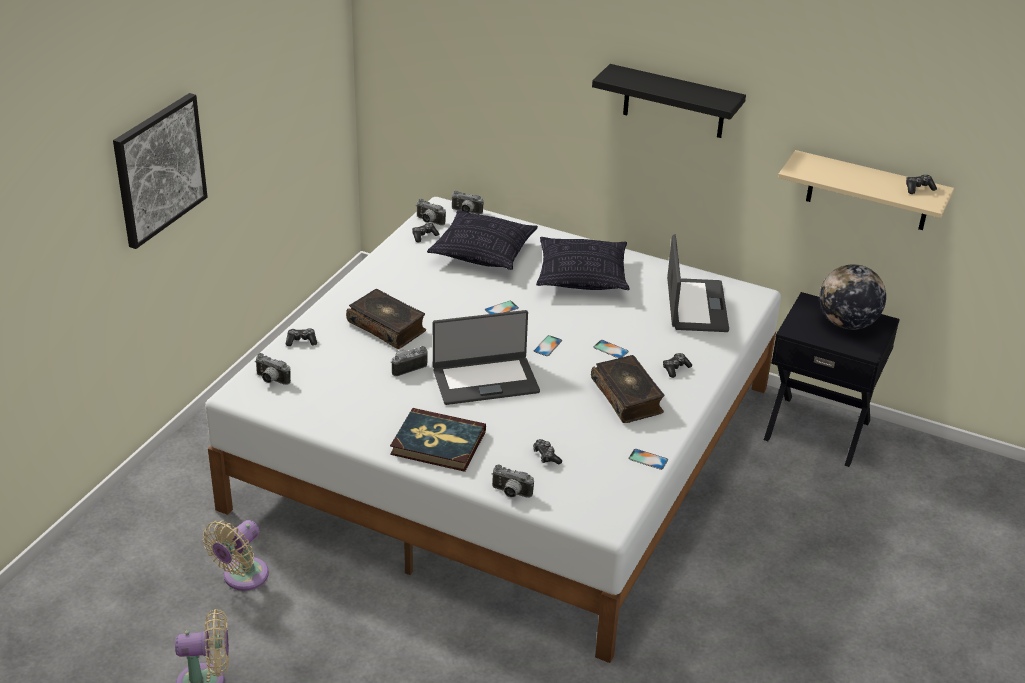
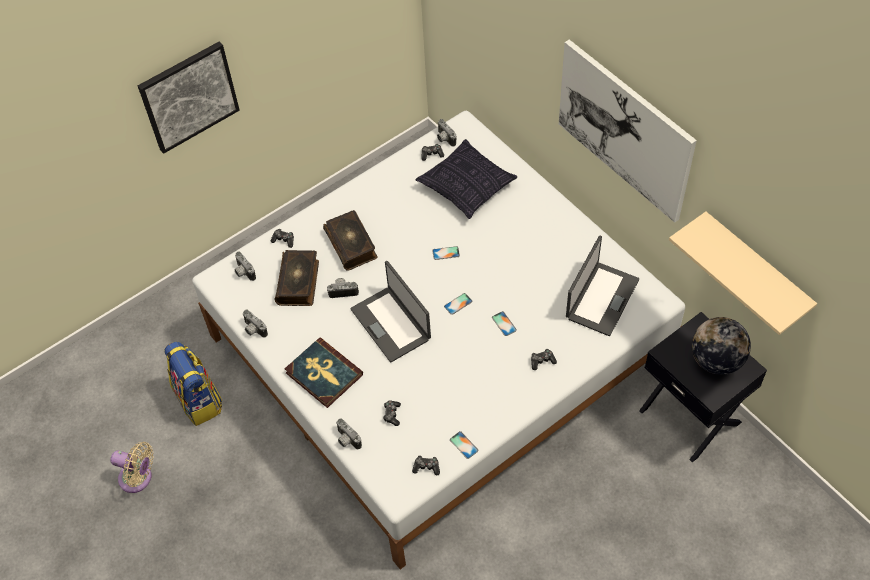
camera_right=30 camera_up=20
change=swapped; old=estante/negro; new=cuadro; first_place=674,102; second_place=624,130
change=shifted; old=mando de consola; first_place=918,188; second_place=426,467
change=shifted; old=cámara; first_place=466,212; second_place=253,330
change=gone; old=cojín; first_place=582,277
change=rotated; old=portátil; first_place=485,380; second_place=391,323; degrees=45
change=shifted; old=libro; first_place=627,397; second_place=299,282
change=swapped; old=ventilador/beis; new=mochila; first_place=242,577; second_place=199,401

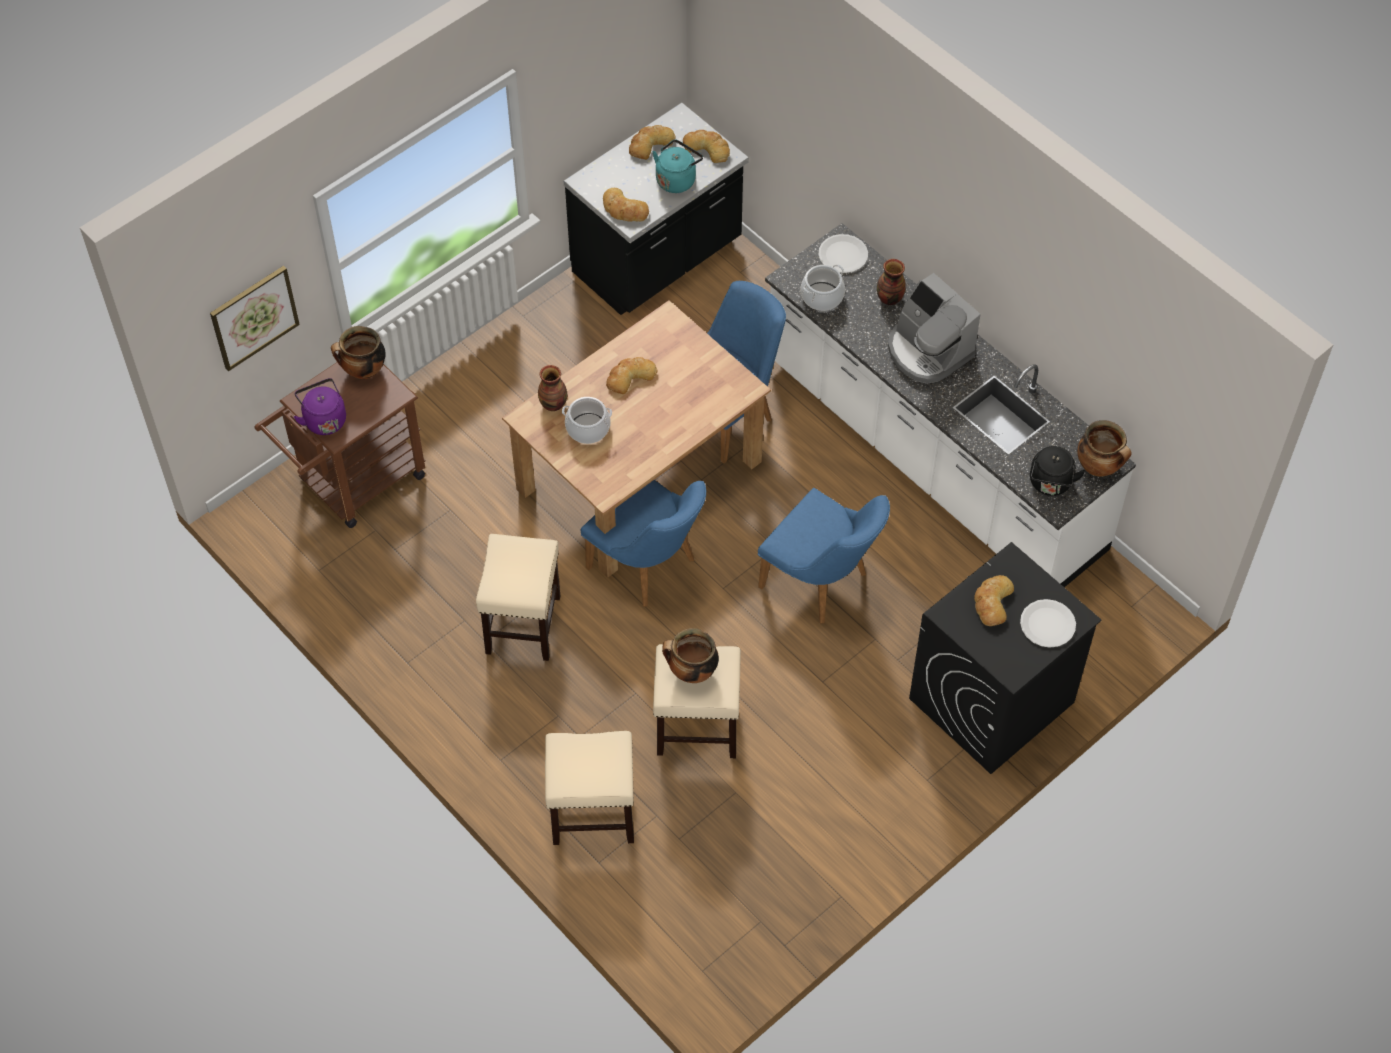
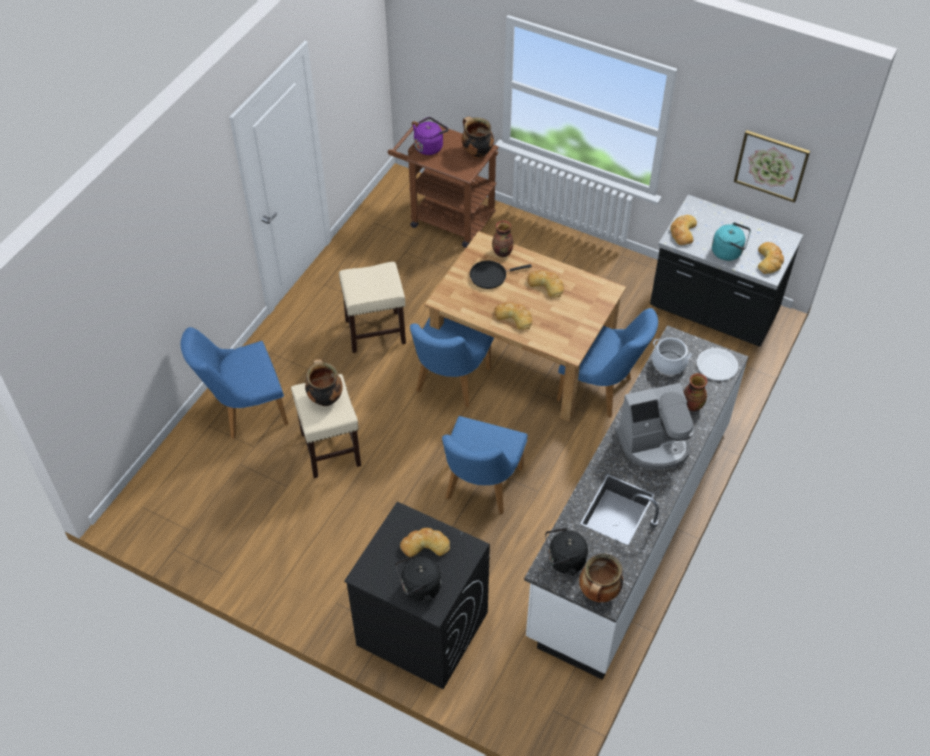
camera_right=70 camera_up=-5
change=shifted; old=pan; first_place=650,144; second_place=514,317
change=shifted; old=cuadro; first_place=254,317; second_place=771,165
change=rotated; old=cafetera; first_place=928,351; second_place=654,443; degrees=-135
change=swapped; old=olla; new=sartén/negro; first_place=588,428; second_place=491,276
change=swapped; old=plato/blanco; new=hervidor/negro; first_place=1047,624; second_place=419,588
change=swapped; old=taburete/beis; new=silla/azul; first_place=592,814; second_place=244,411

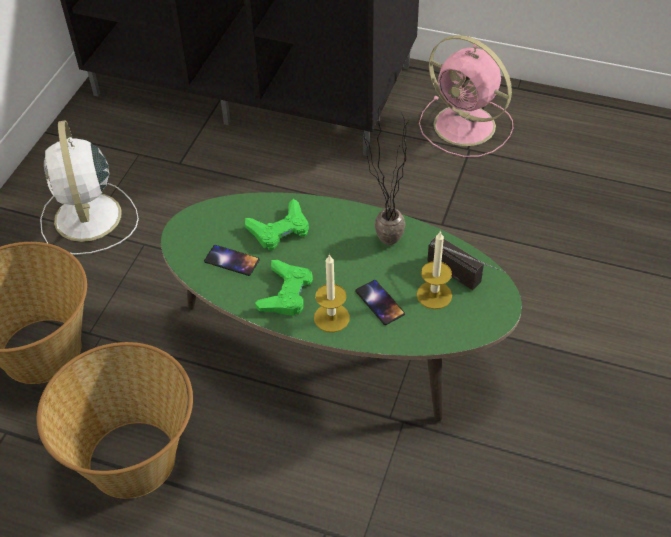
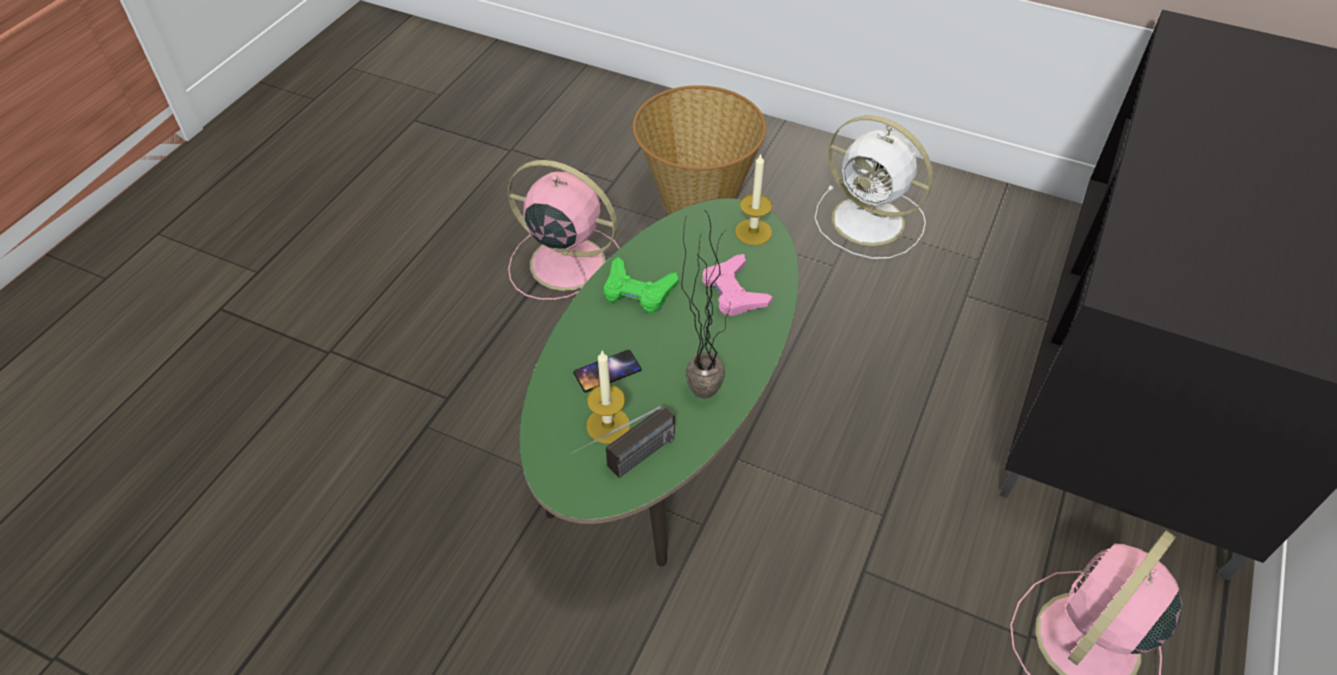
camera_right=95 camera_up=0
change=rotated; old=ventilador/blanco; first_place=88,219; second_place=871,222; degrees=-135
change=repainted; old=mando de consola/verde; new=mando de consola/rosa; first_place=280,230; second_place=734,291
change=gone; old=móvil; first_place=232,260
change=shifted; old=vela; first_place=331,318; second_place=753,232
change=swapped; old=cesta; new=ventilador/rosa; first_place=134,459; second_place=564,262

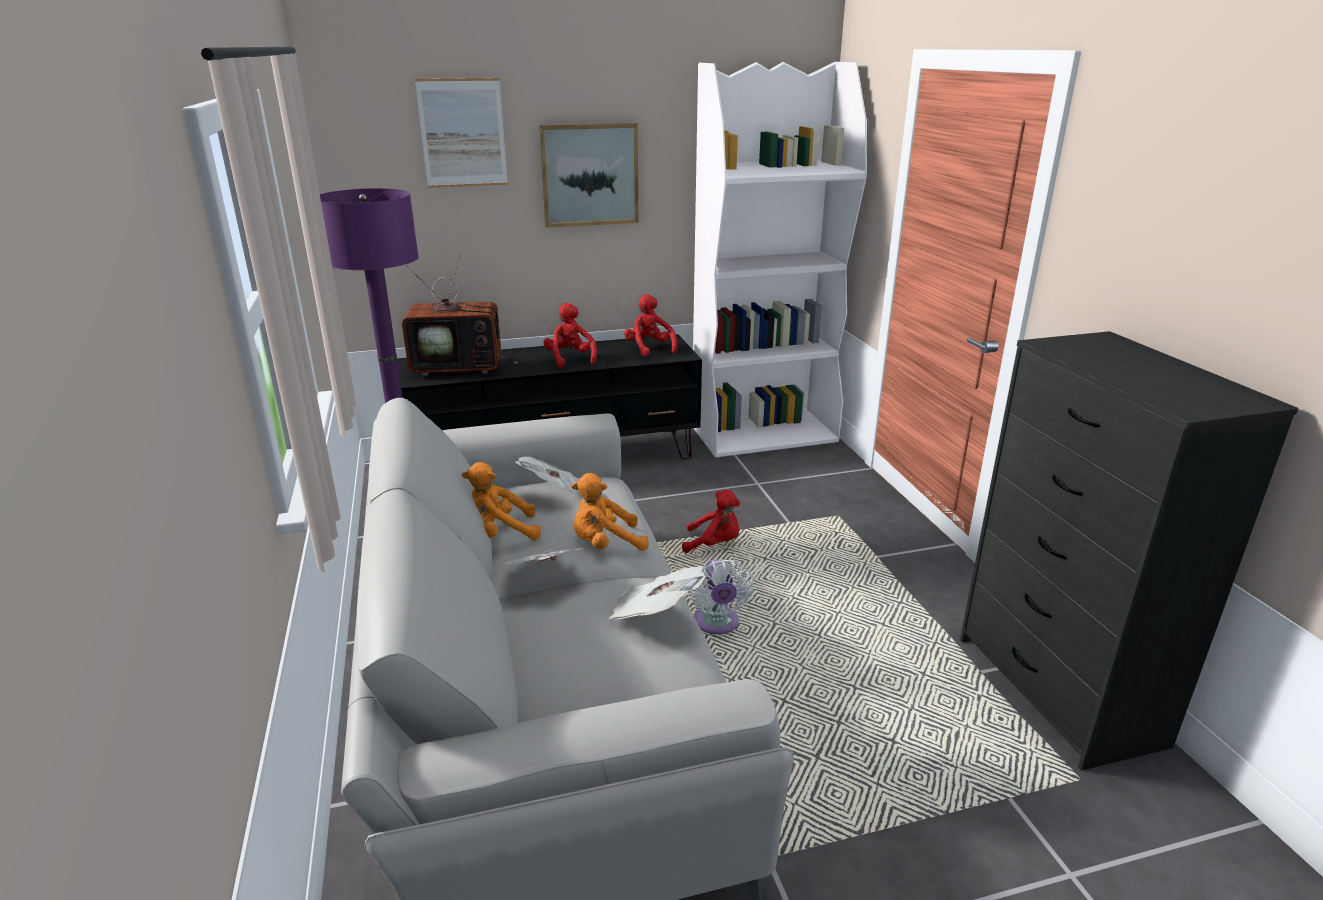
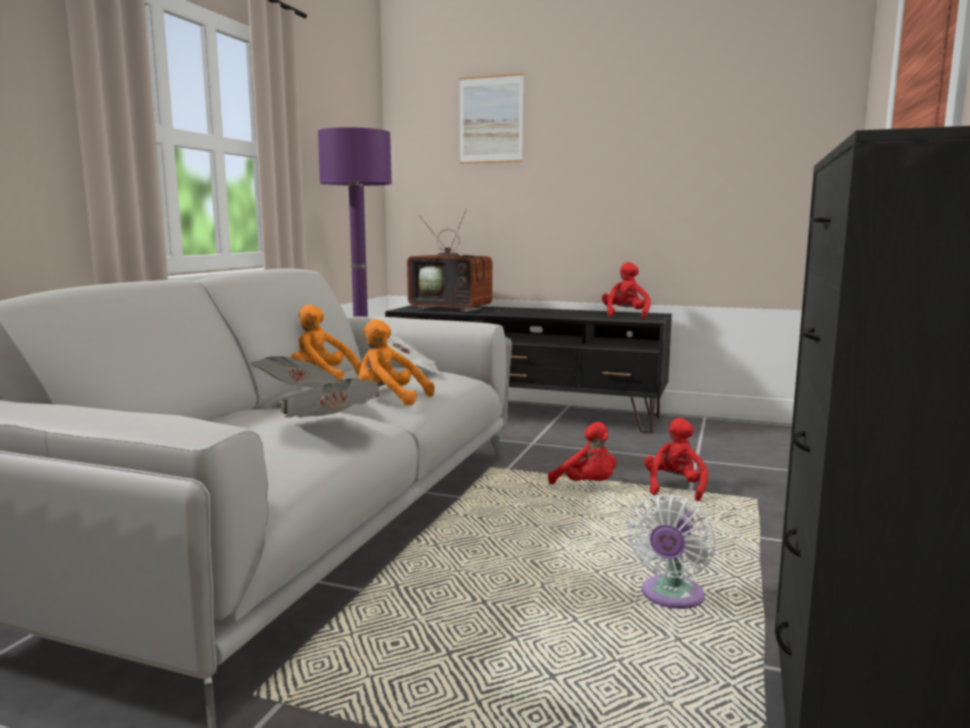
camera_right=35 camera_up=-15
change=gone; old=estantería/blanco; first_place=764,433
change=gone; old=cuadro; first_place=590,175
change=shifted; old=peluche/rojo; first_place=570,359; second_place=674,488
change=shifted; old=ventilador/blanco; first_place=717,624; second_place=670,597

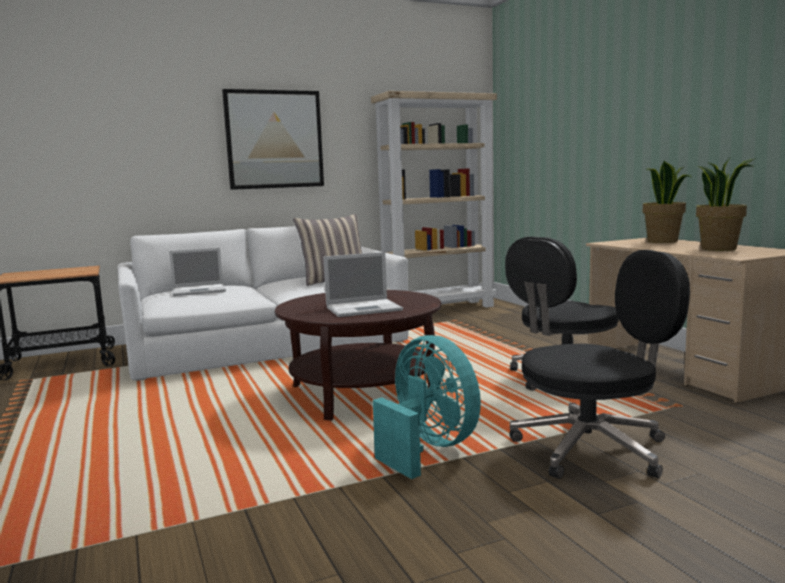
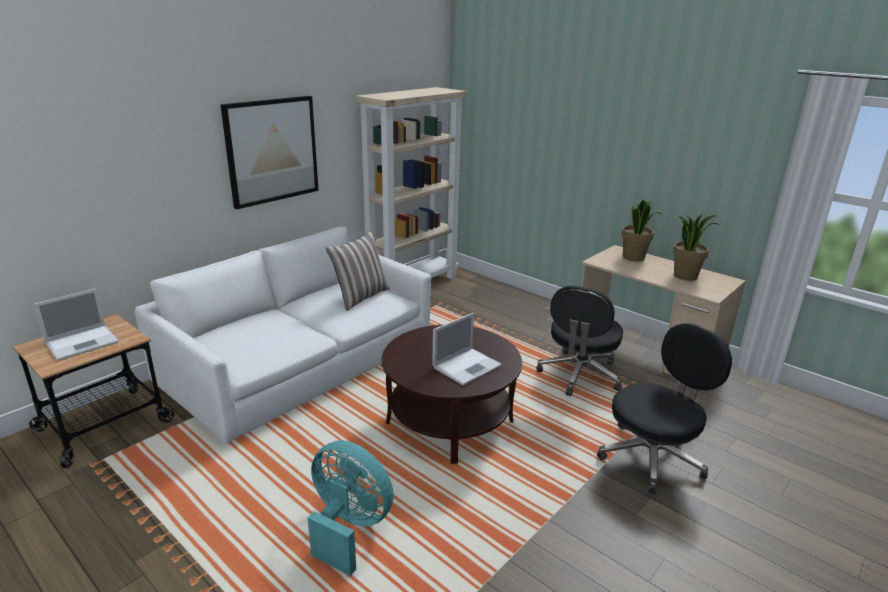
camera_right=-25 camera_up=15
change=shifted; old=portátil; first_place=200,290; second_place=83,342
change=shifted; old=ventilador/turquesa; first_place=428,448; second_place=348,528

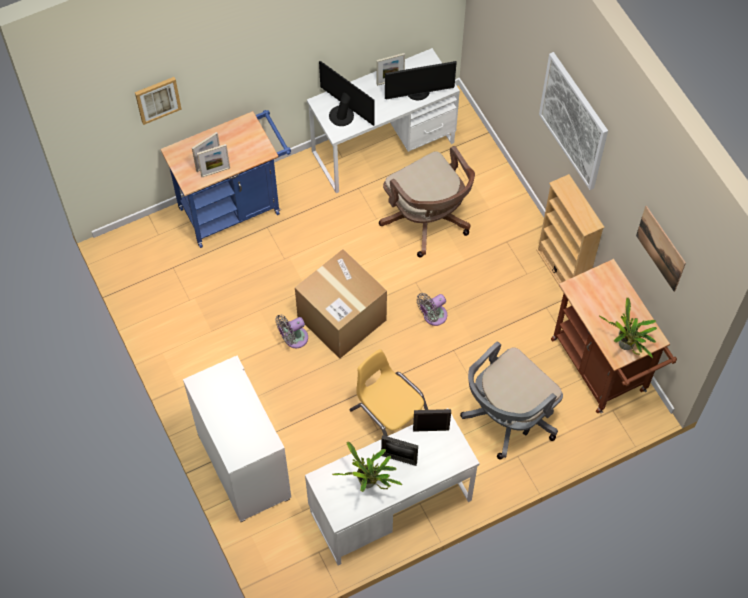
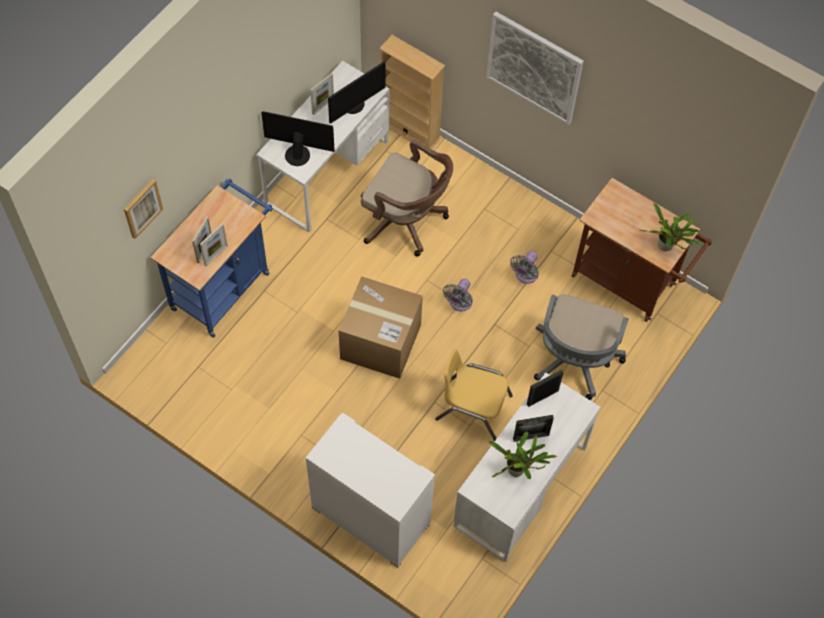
camera_right=-30 camera_up=0
change=shifted; old=estantería/beis; first_place=561,270; second_place=410,130
change=gone; old=cuadro; first_place=660,248
change=shifted; old=ventilador/gris; first_place=293,338; second_place=525,275

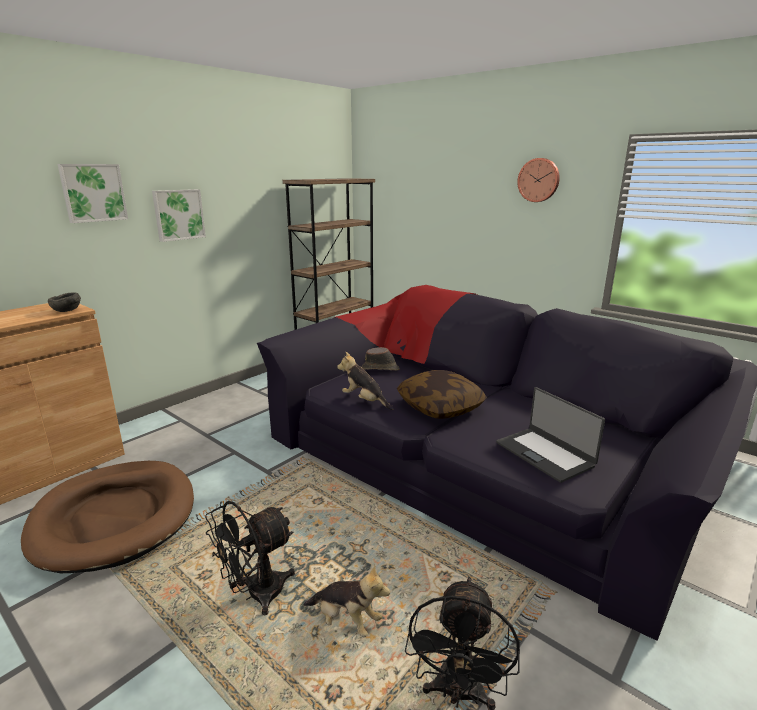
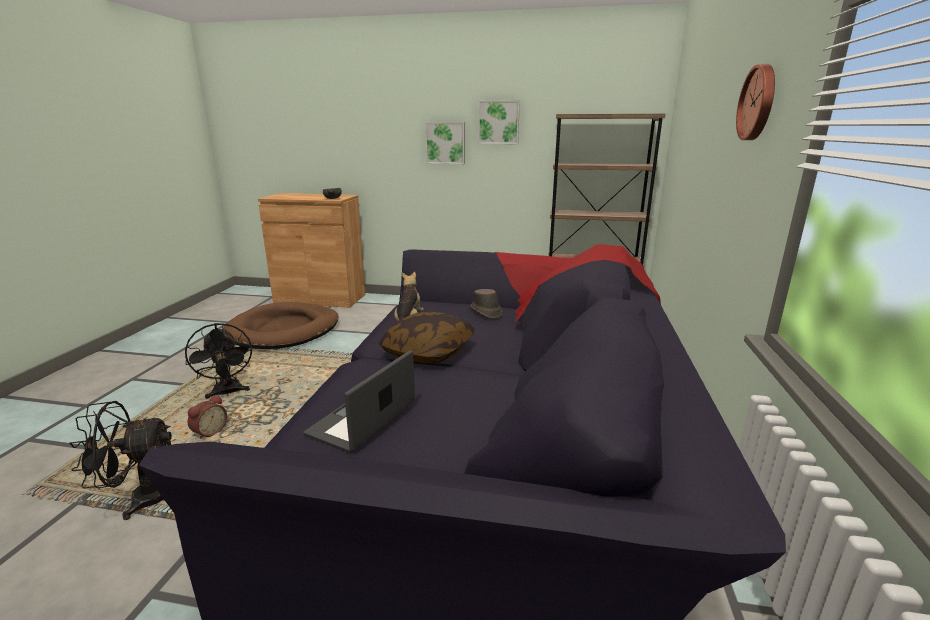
camera_right=60 camera_up=0
change=shifted; old=cuadro; first_place=93,192; second_place=498,122
change=rotated; old=ventilador/negro; first_place=256,595; second_place=228,393; degrees=-135
change=swapped; old=peluche; new=despertador; first_place=346,620; second_place=209,432

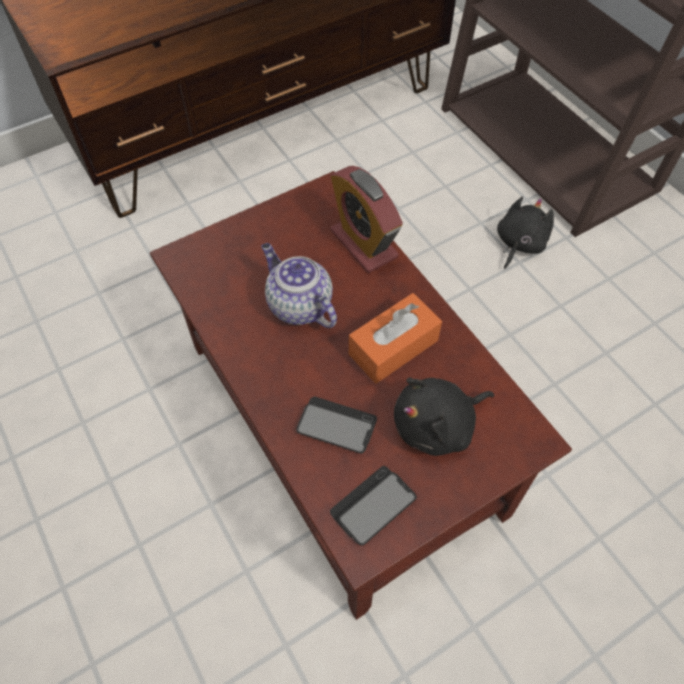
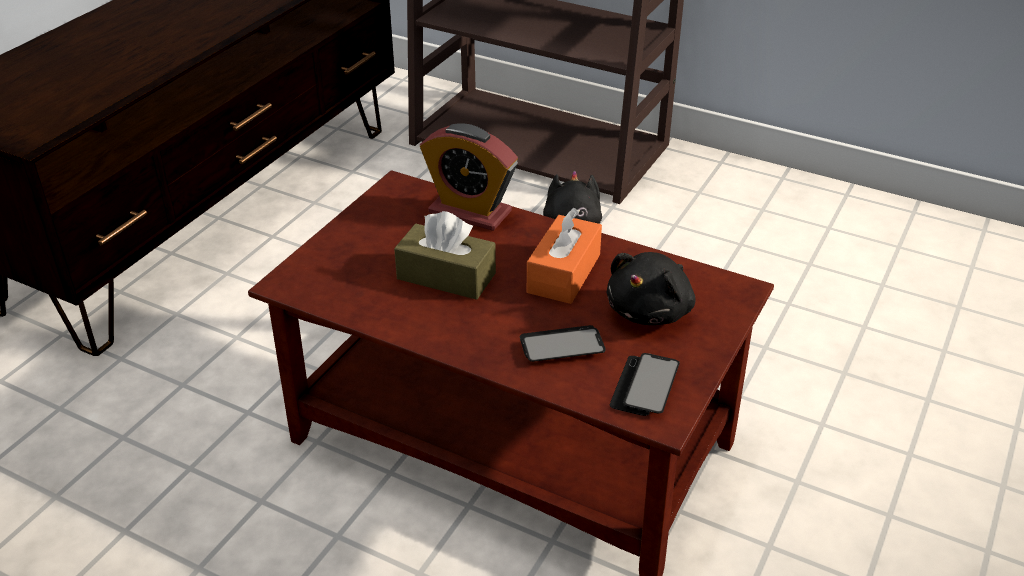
camera_right=-30 camera_up=-20
change=swapped; old=tetera; new=caja de pañuelos/marrón; first_place=298,305; second_place=446,276

